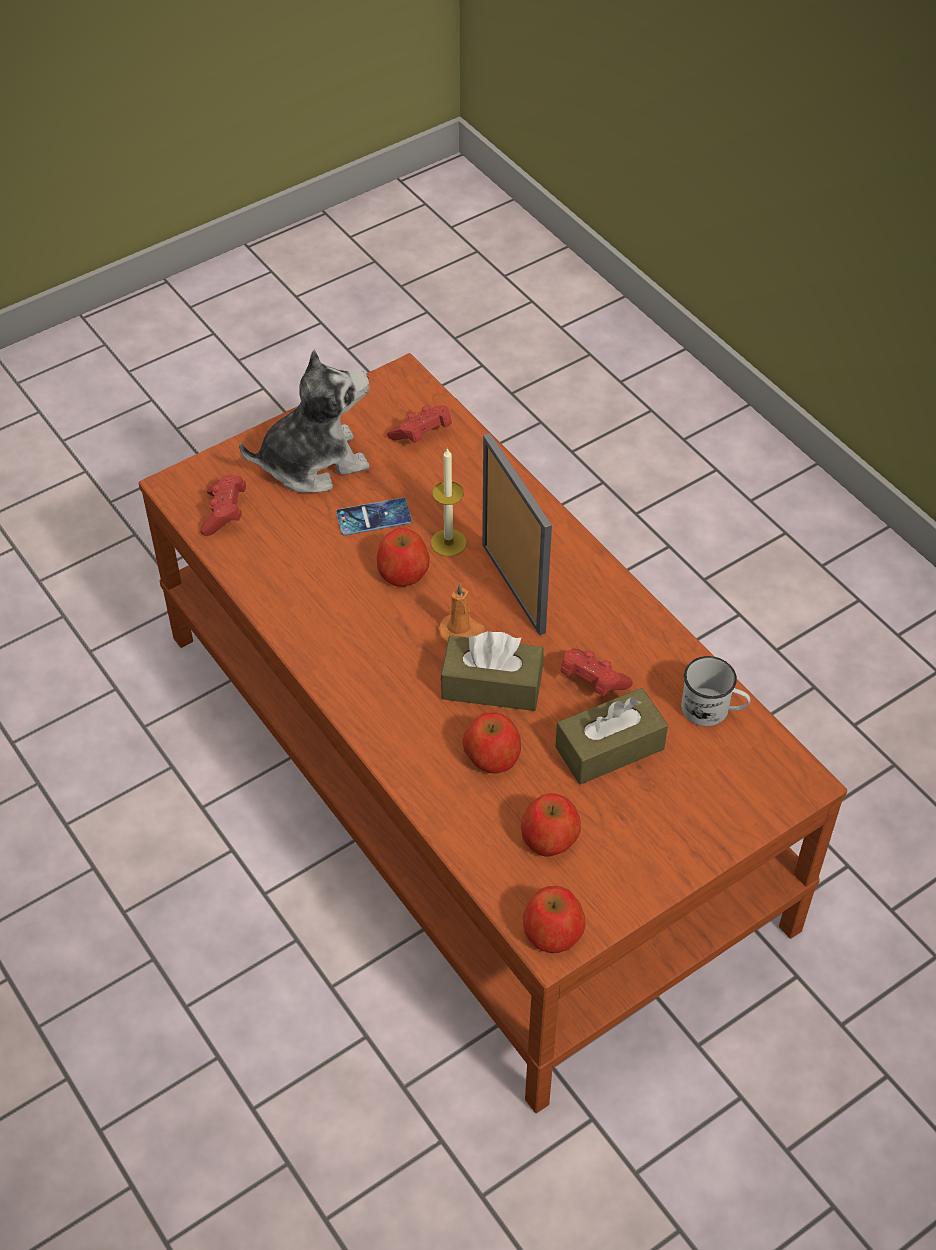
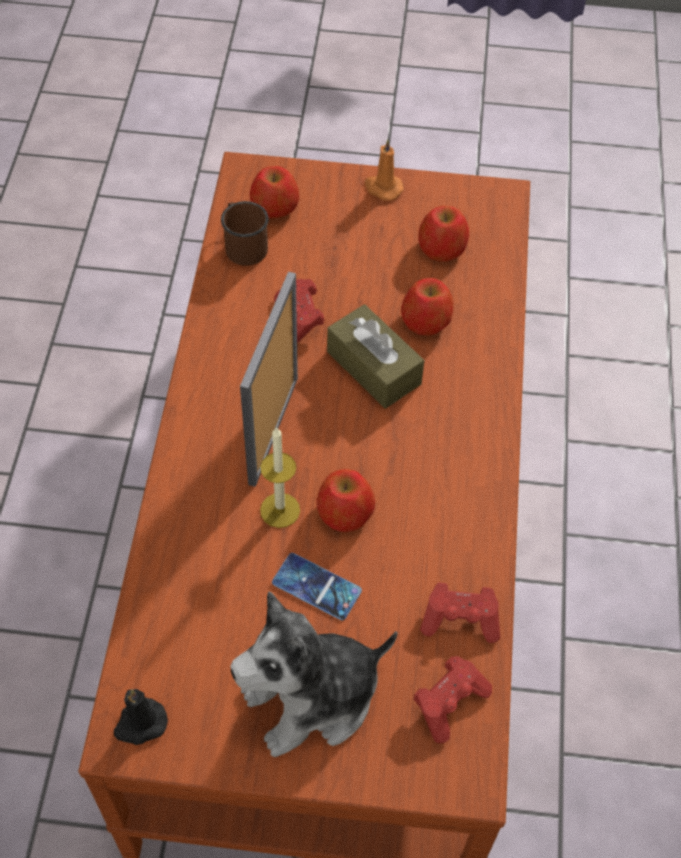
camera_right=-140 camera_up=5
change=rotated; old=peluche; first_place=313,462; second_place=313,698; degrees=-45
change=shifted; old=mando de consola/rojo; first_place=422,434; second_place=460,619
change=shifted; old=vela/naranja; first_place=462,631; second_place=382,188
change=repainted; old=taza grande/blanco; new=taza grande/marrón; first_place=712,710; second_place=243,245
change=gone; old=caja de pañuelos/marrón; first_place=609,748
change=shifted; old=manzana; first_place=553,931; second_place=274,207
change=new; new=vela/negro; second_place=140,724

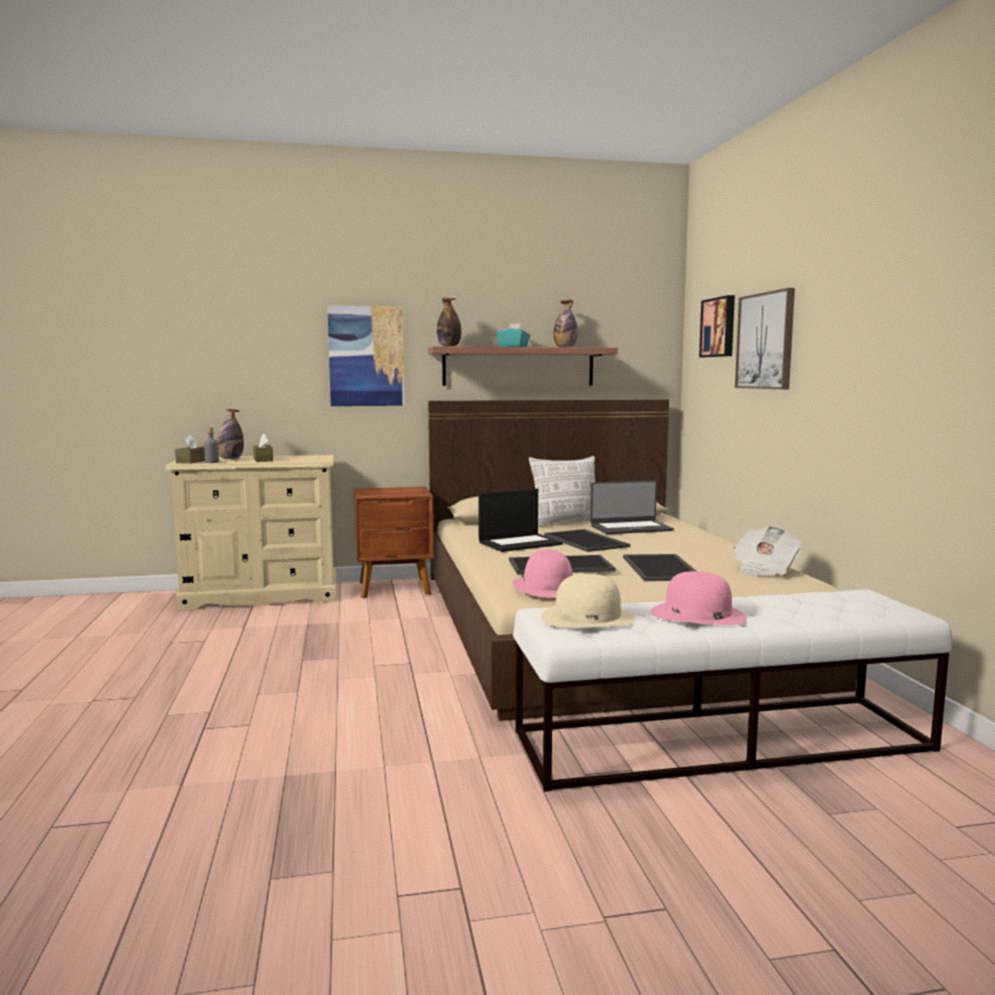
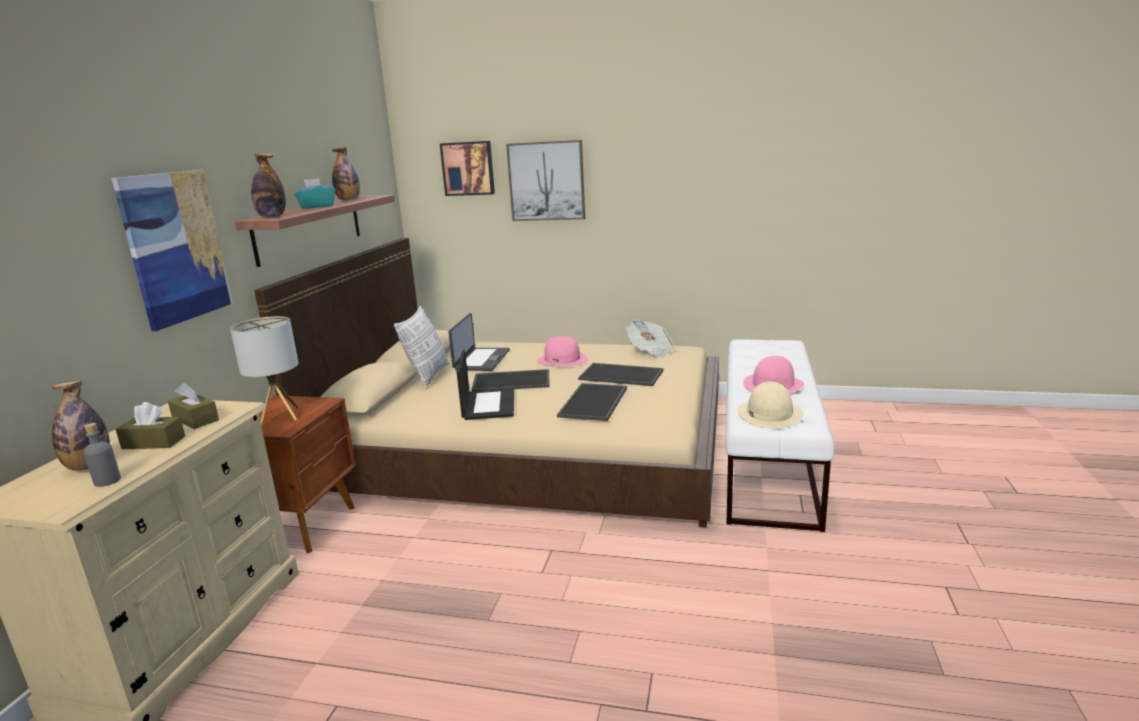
camera_right=-65 camera_up=10
change=shifted; old=caja de pañuelos/marrón; first_place=192,461; second_place=195,419
change=shifted; old=sombrero/rosa; first_place=548,586; second_place=562,360
change=new; new=lámpara de mesa; second_place=279,416

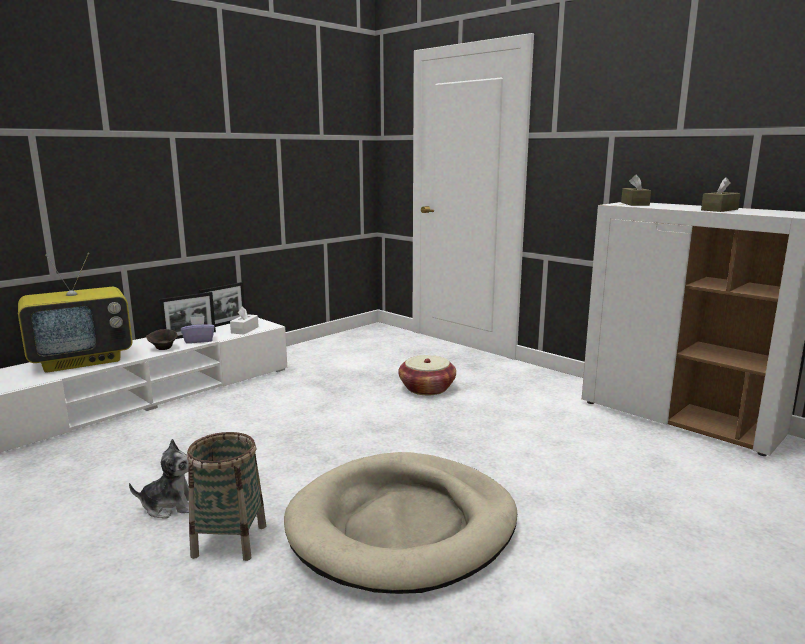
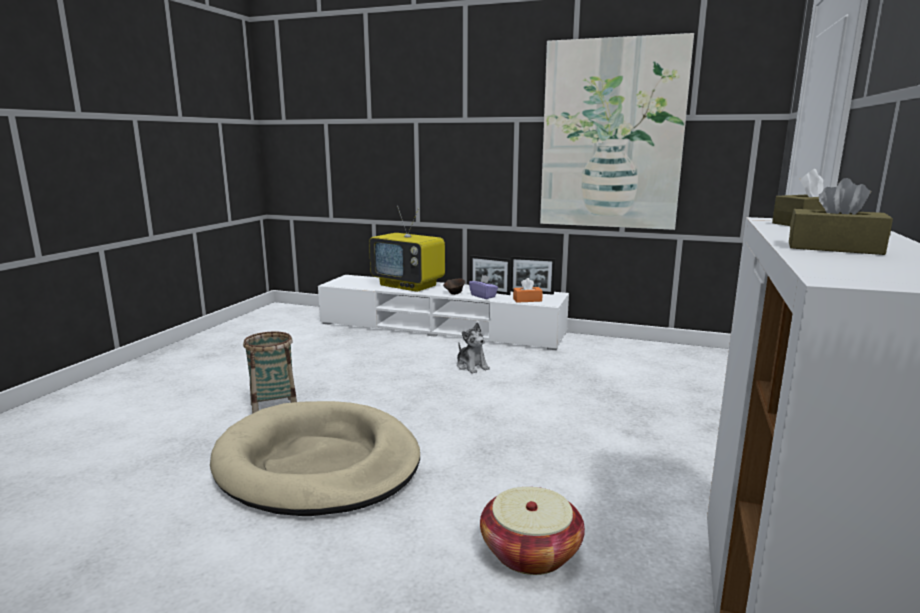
camera_right=65 camera_up=0
change=repainted; old=caja de pañuelos/blanco; new=caja de pañuelos/naranja; first_place=244,330; second_place=527,300
change=shifted; old=cesta; first_place=427,388; second_place=530,552
change=shifted; old=peluche; first_place=171,506; second_place=472,366
change=new; new=cuadro; second_place=611,135

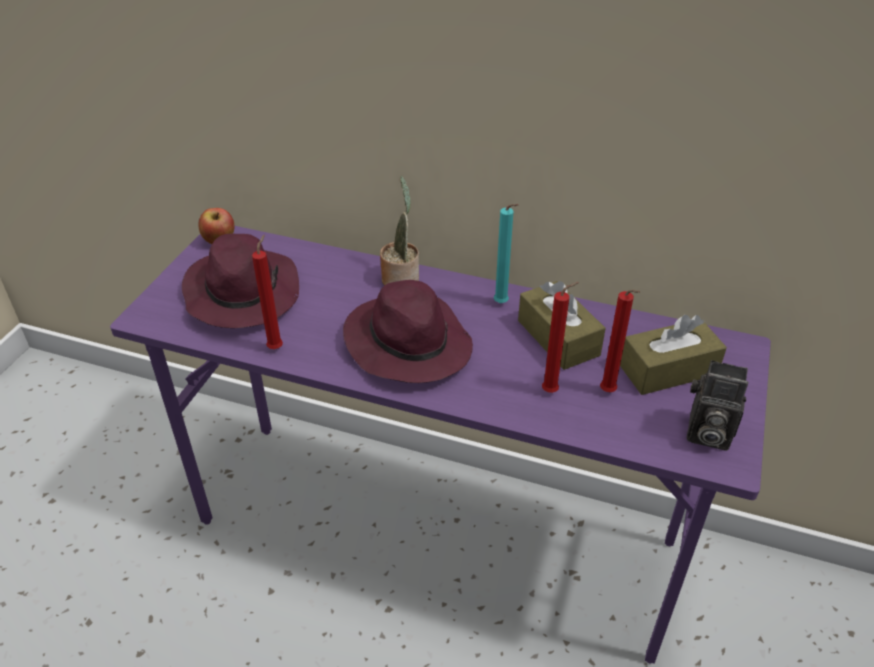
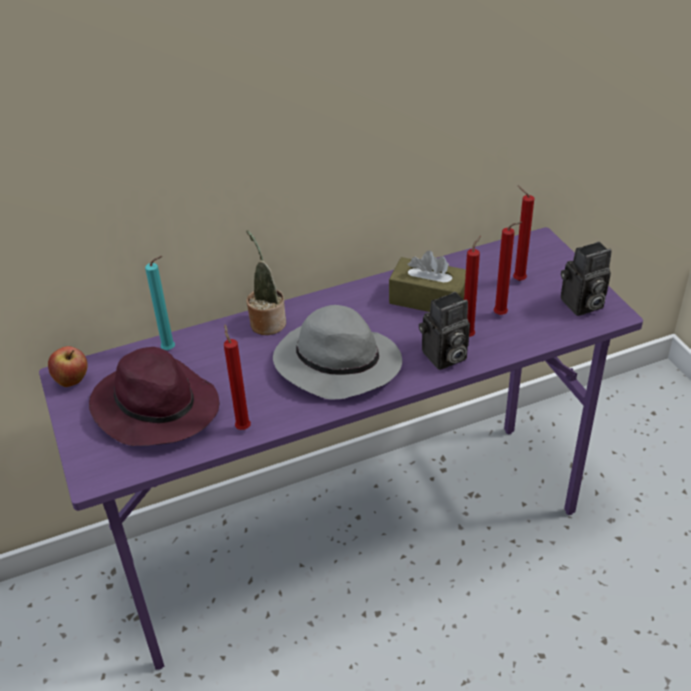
camera_right=-40 camera_up=0
change=shifted; old=vela/turquesa; first_place=502,304; second_place=171,350
change=repainted; old=sombrero/morado; new=sombrero/gris; first_place=407,343; second_place=335,364
change=swapped; old=caja de pañuelos/marrón; new=vela/rojo; first_place=668,370; second_place=517,280
change=new; new=cámara; second_place=443,357

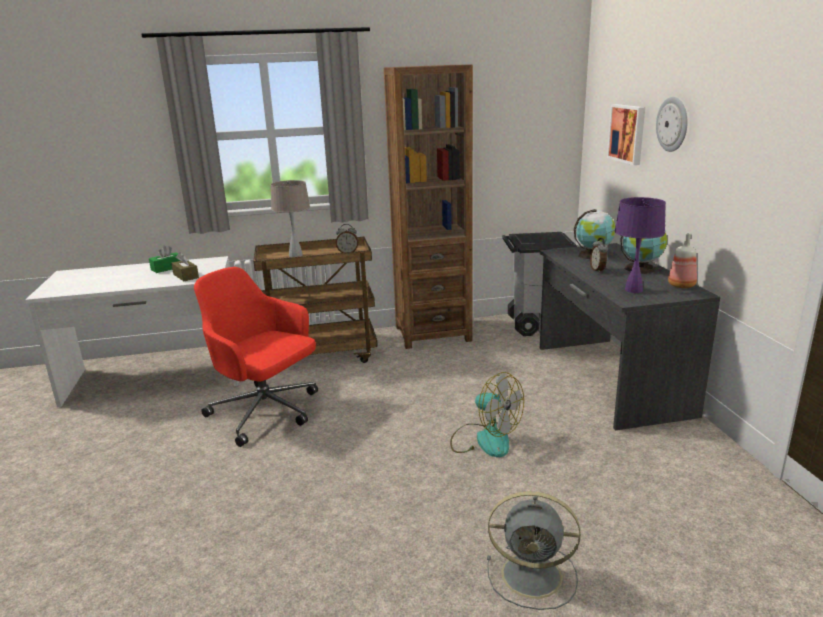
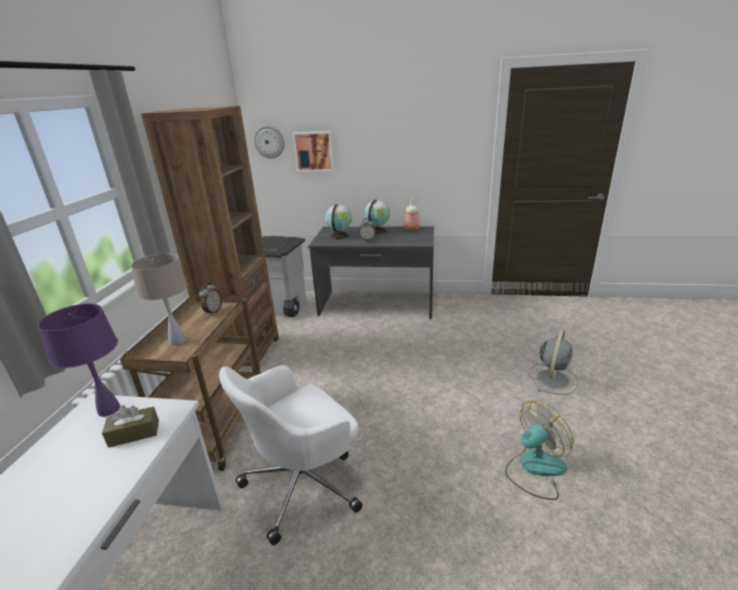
camera_right=-70 camera_up=5
change=shifted; old=reloj de pared; first_place=673,124; second_place=269,141
change=shifted; old=lámpara de mesa/morado; first_place=633,290; second_place=109,410
change=gone; old=caja de pañuelos/verde; first_place=167,268
change=repainted; old=silla de oficina/rojo; new=silla de oficina/blanco; first_place=266,412; second_place=304,483
change=shifted; old=ventilador; first_place=484,439; second_place=534,469

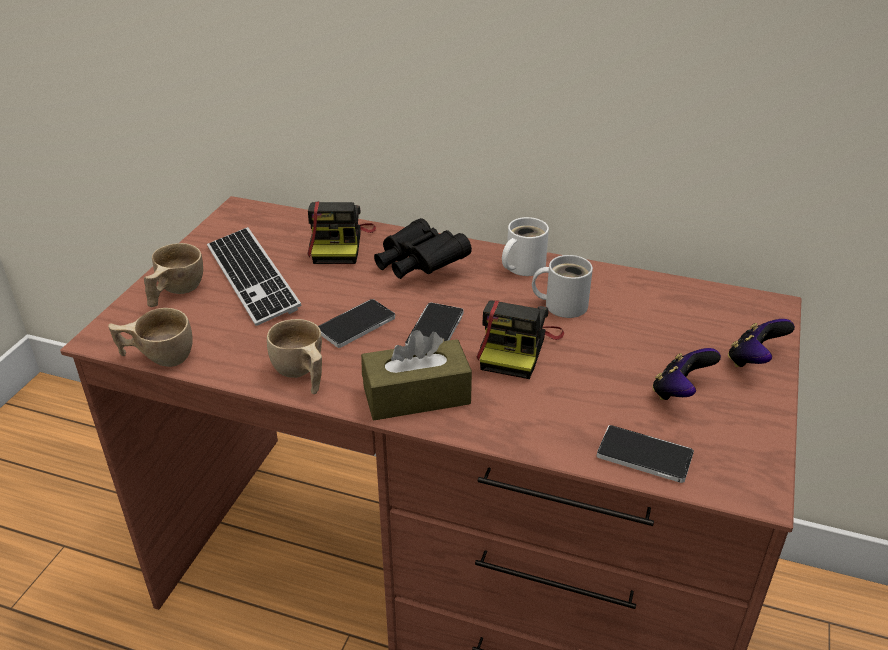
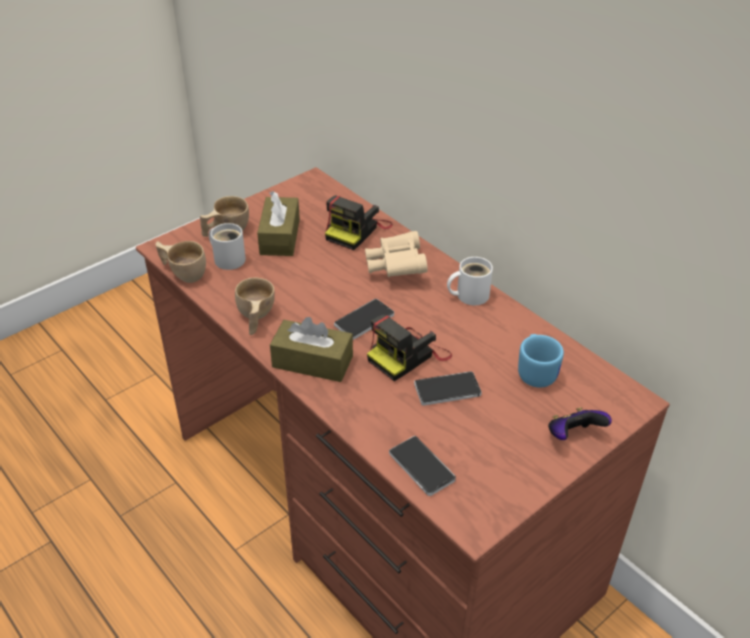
camera_right=30 camera_up=5
change=repainted; old=prismáticos/negro; new=prismáticos/beis; first_place=418,265; second_place=395,267
change=swapped; old=teclado; new=caja de pañuelos/marrón; first_place=252,278; second_place=280,237
change=shifted; old=taza grande/blanco; first_place=562,304; second_place=228,258
change=shifted; old=móvil; first_place=356,325; second_place=447,390
change=gone; old=mando de consola; first_place=680,392
change=new; new=taza grande/azul; second_place=536,371

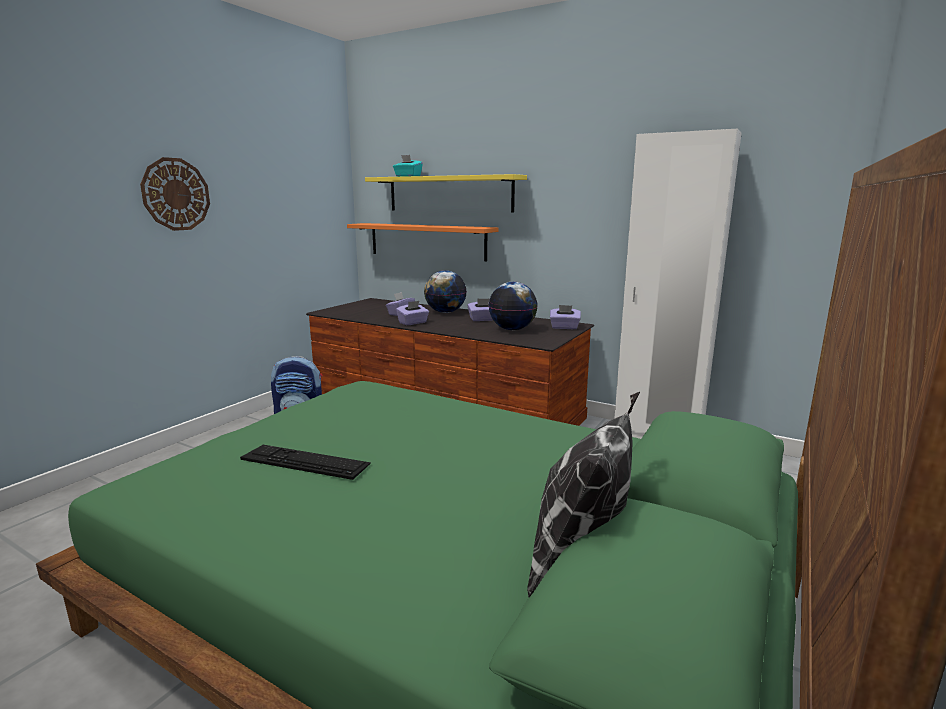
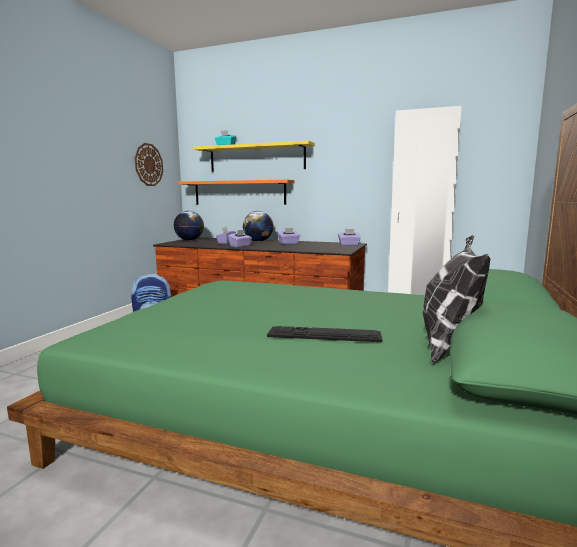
camera_right=-10 camera_up=-5
change=shifted; old=reloj de pared; first_place=176,194; second_place=148,165
change=shifted; old=globo terráqueo; first_place=512,329; second_place=189,240
change=shifted; old=teclado; first_place=305,461; second_place=324,334

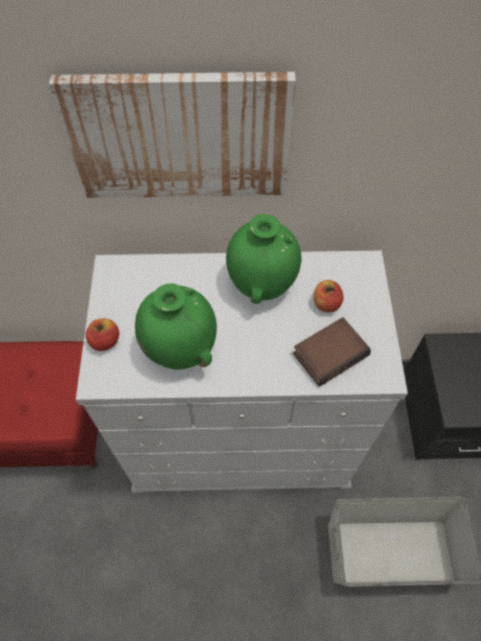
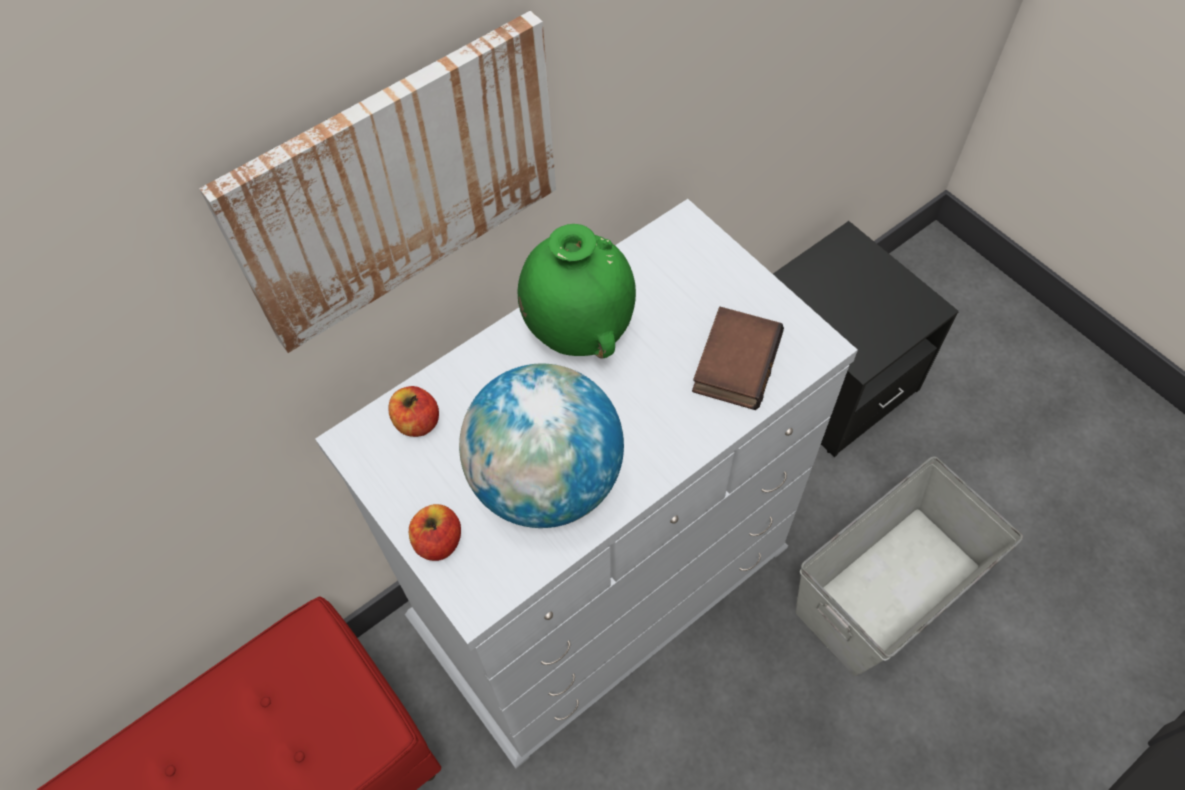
camera_right=-35 camera_up=0
change=shifted; old=manzana; first_place=326,303; second_place=417,422
change=swapped; old=florero/verde; new=globo terráqueo; first_place=179,348; second_place=547,481

